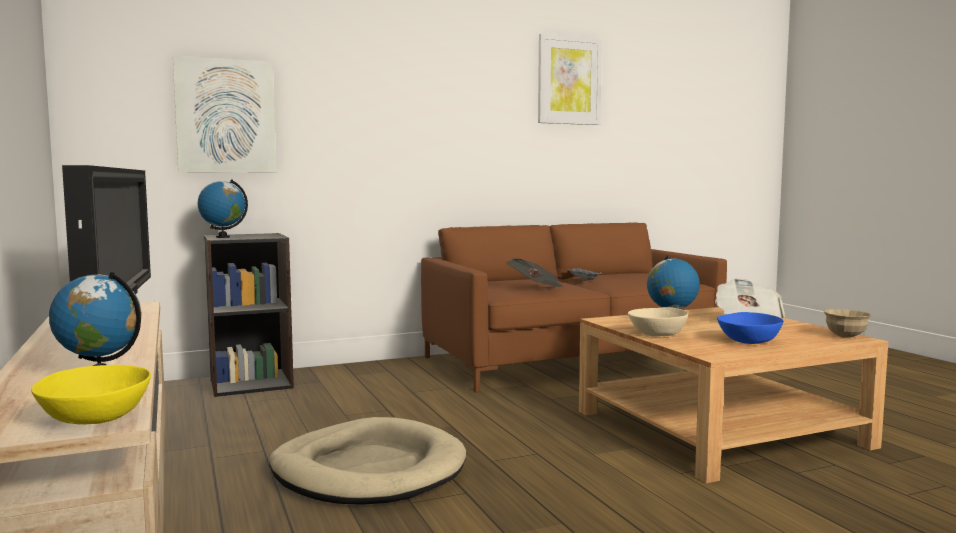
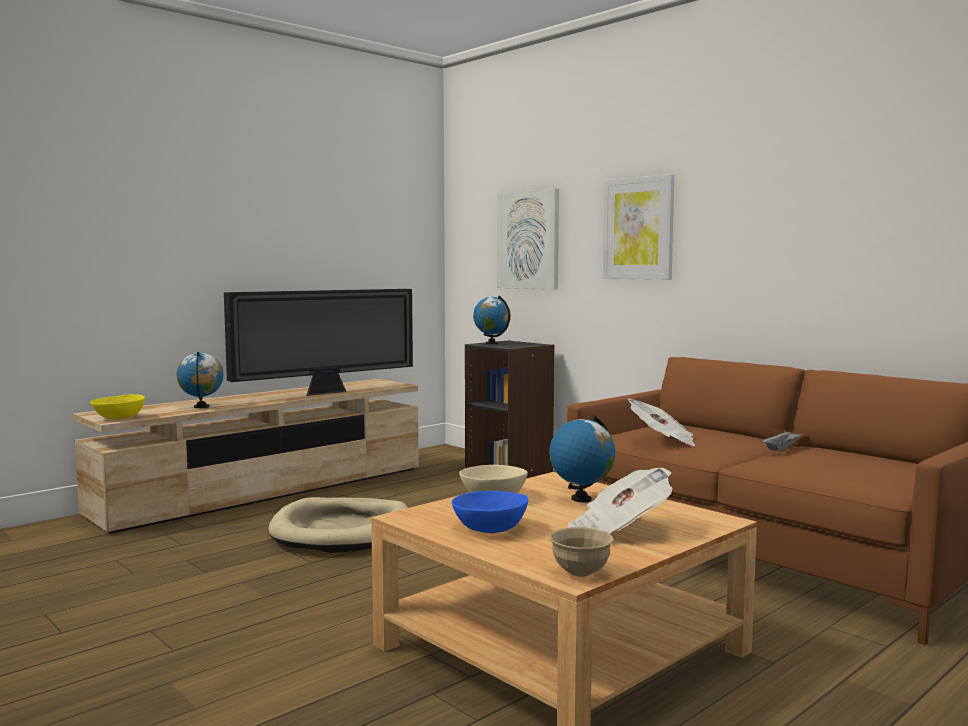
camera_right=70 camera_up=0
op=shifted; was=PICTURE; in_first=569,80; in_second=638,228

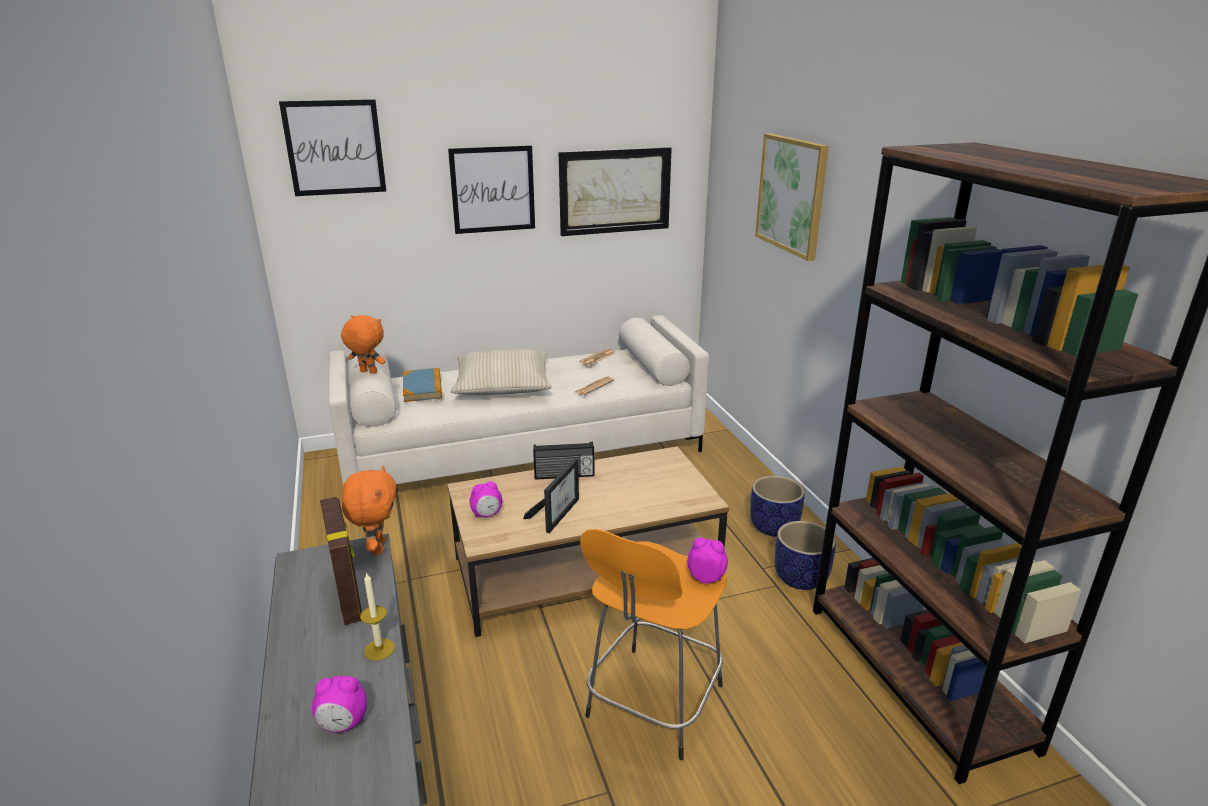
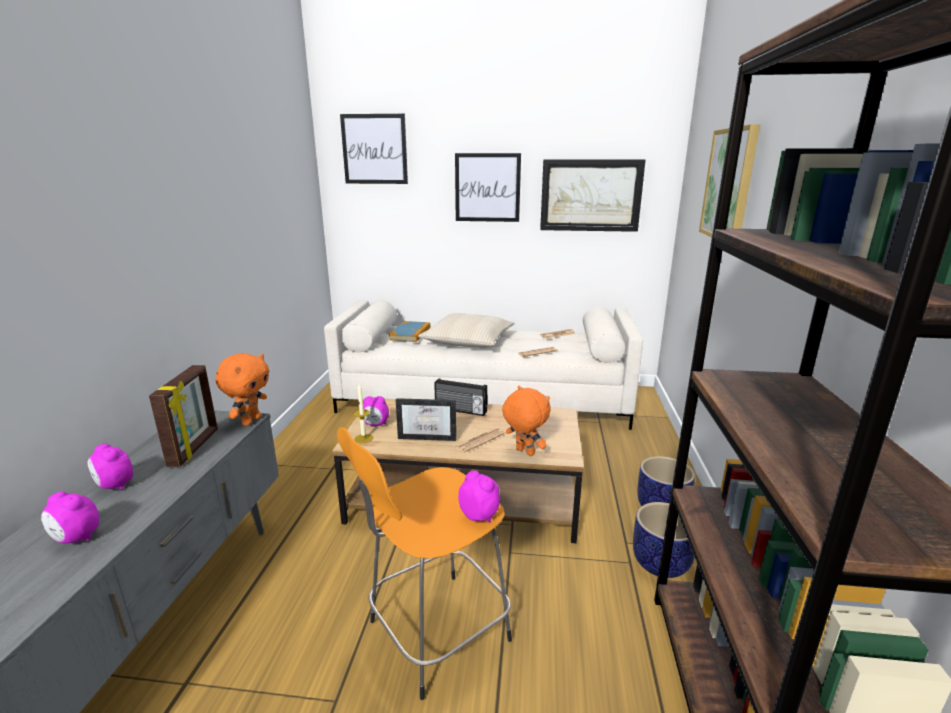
camera_right=25 camera_up=-5
op=shifted; was=ORANGE PLUSH TOY; in_first=367,372; in_second=524,452
op=shifted; was=CANDLE; in_first=379,649; in_second=363,438
op=rotated; was=PICTURE FRAME; in_first=557,513; in_second=429,436; clockwise=45
op=new; now=ALARM CLOCK; in_second=115,485
op=new; now=NEWSPAPER; in_second=479,441

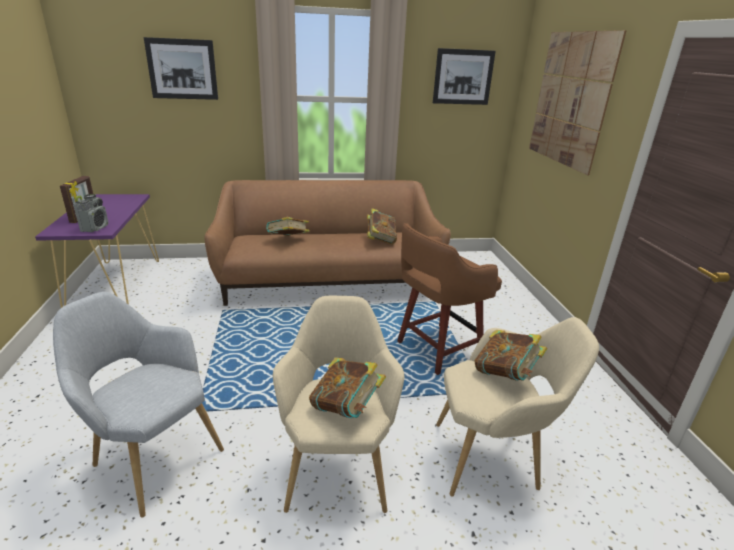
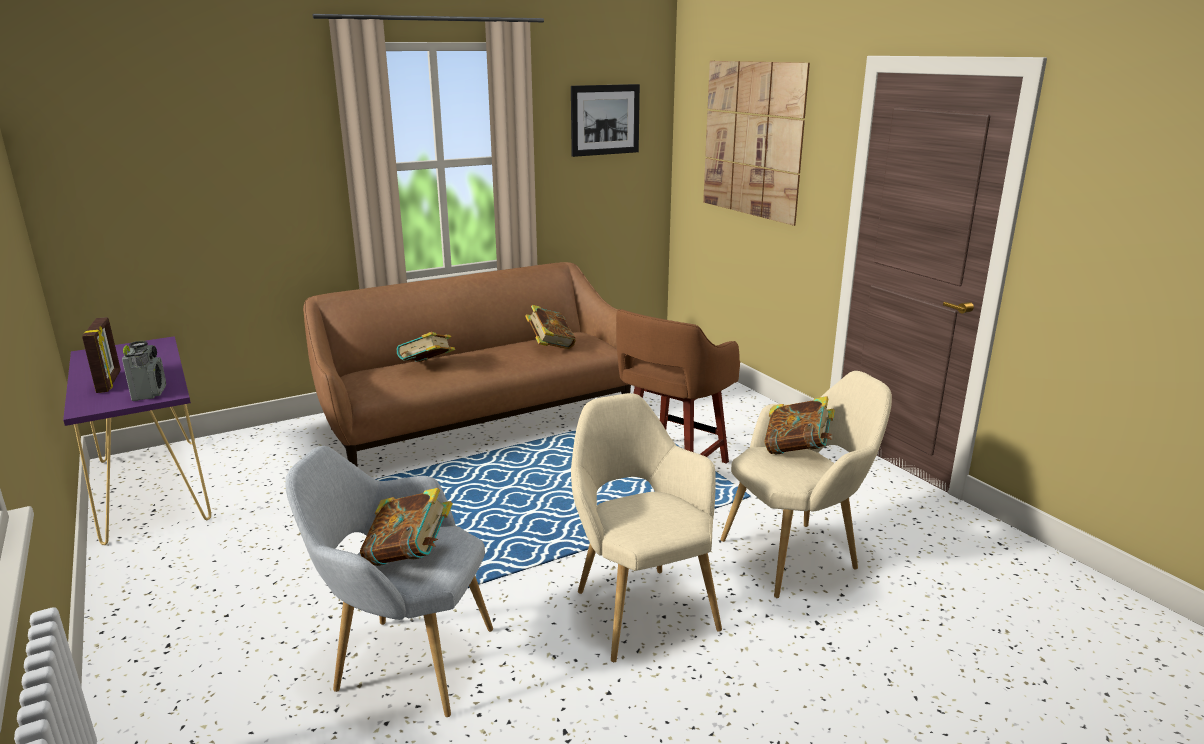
camera_right=-20 camera_up=-5
op=gone; was=PICTURE; in_first=182,69
op=shifted; was=BOOK; in_first=346,408; in_second=409,556

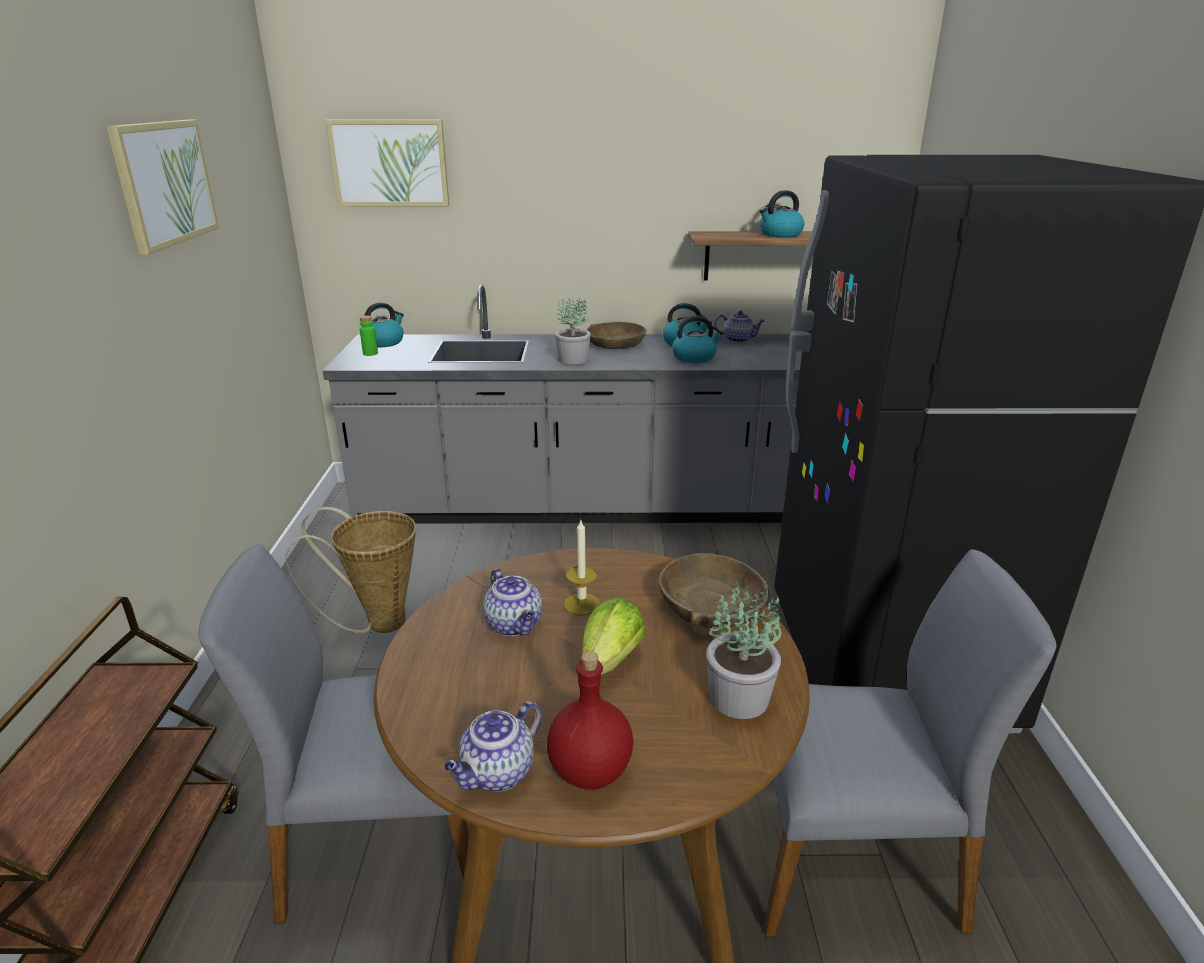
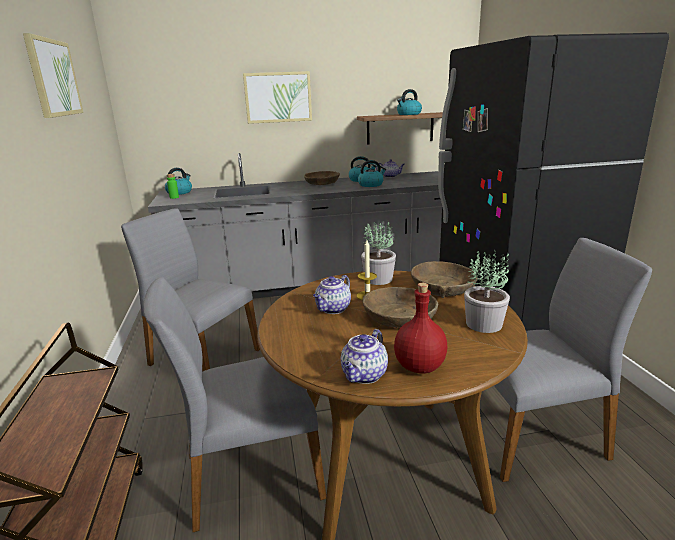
camera_right=-10 camera_up=-5
op=swapped; was=BASKET; now=GREY CHAIR; in_first=377,623; in_second=202,357
op=shifted; was=PICTURE; in_first=389,163; in_second=278,97
op=rotated; was=TEAPOT; in_first=515,625; in_second=333,309; clockwise=75
op=shifted; was=POTTED PLANT; in_first=573,359; in_second=379,279
op=swapped; was=LETTUCE; now=BROWN BOWL; in_first=610,661; in_second=400,318

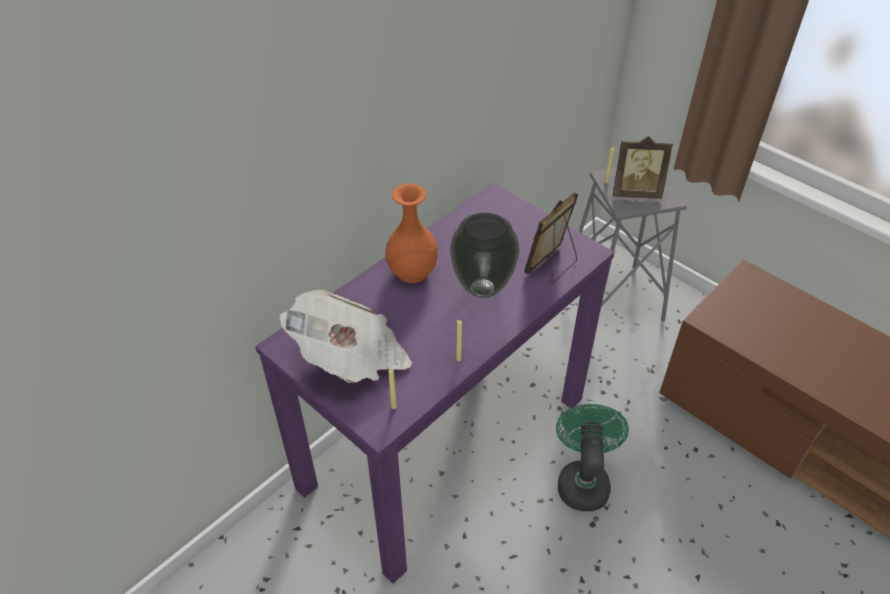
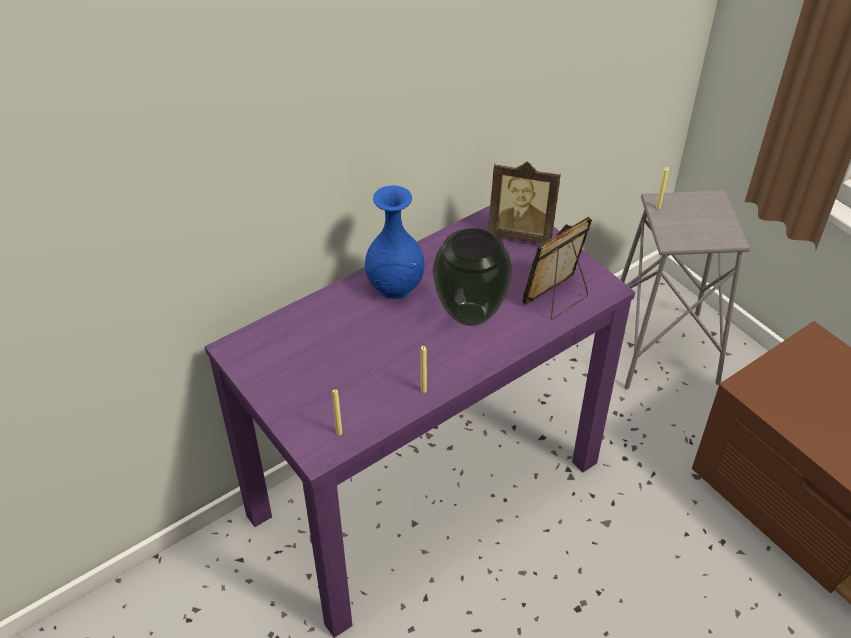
camera_right=10 camera_up=0
op=gone; was=NEWSPAPER; in_first=352,358
op=repainted; was=ORANGE VASE; now=BLUE VASE; in_first=412,272; in_second=395,287
op=gone; was=GREEN FAN; in_first=582,480
op=shifted; was=PICTURE FRAME; in_first=635,192; in_second=521,233

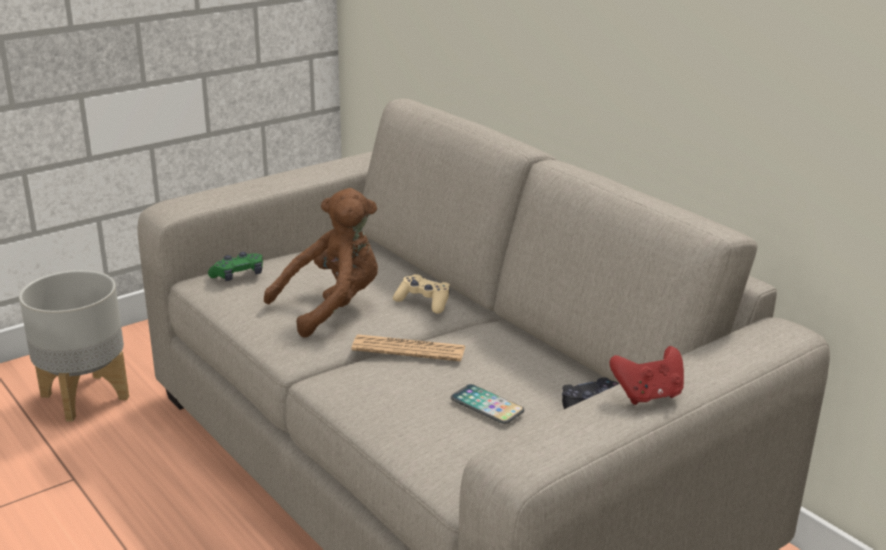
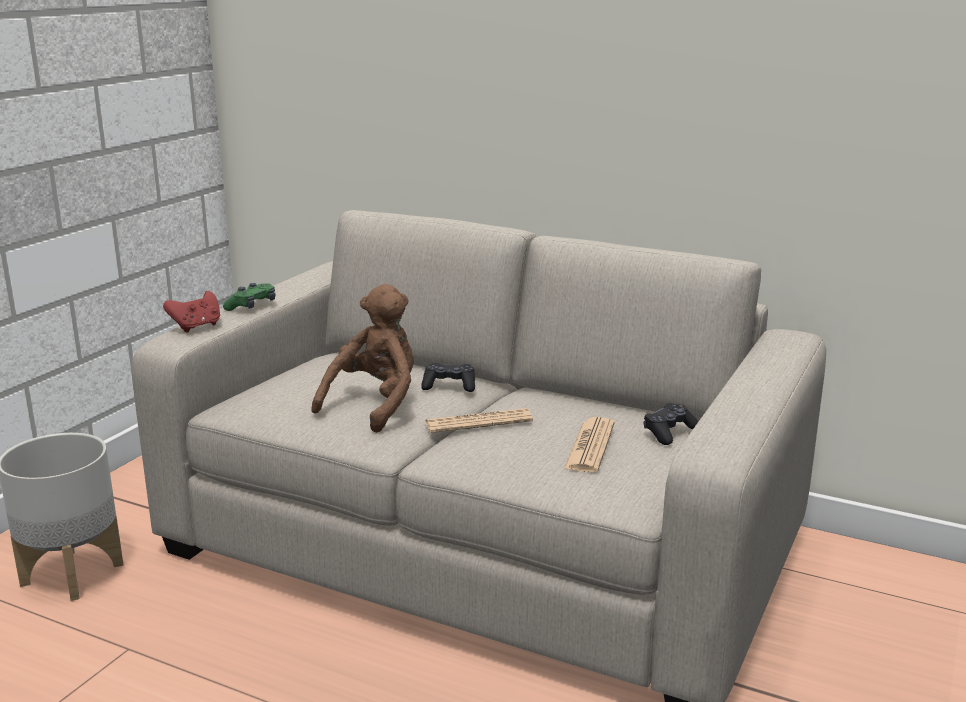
camera_right=-25 camera_up=-5
op=shifted; was=GREEN GAME CONTROLLER; in_first=238,276; in_second=252,306
op=repainted; was=BEIGE GAME CONTROLLER; now=BLACK GAME CONTROLLER; in_first=423,302; in_second=449,386
op=swapped; was=PHONE; now=NEWSPAPER; in_first=487,405; in_second=590,446
op=shifted; was=RED GAME CONTROLLER; in_first=648,395; in_second=196,327

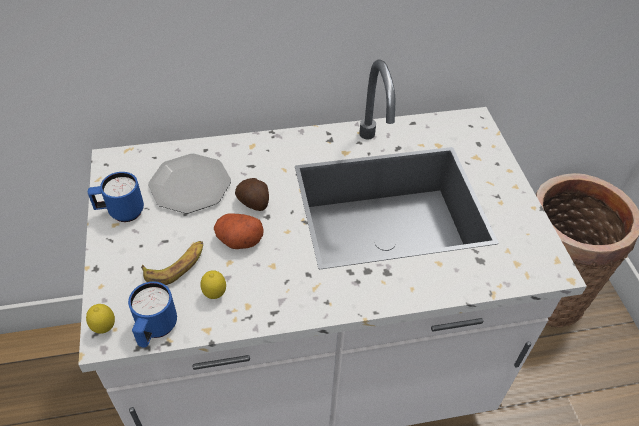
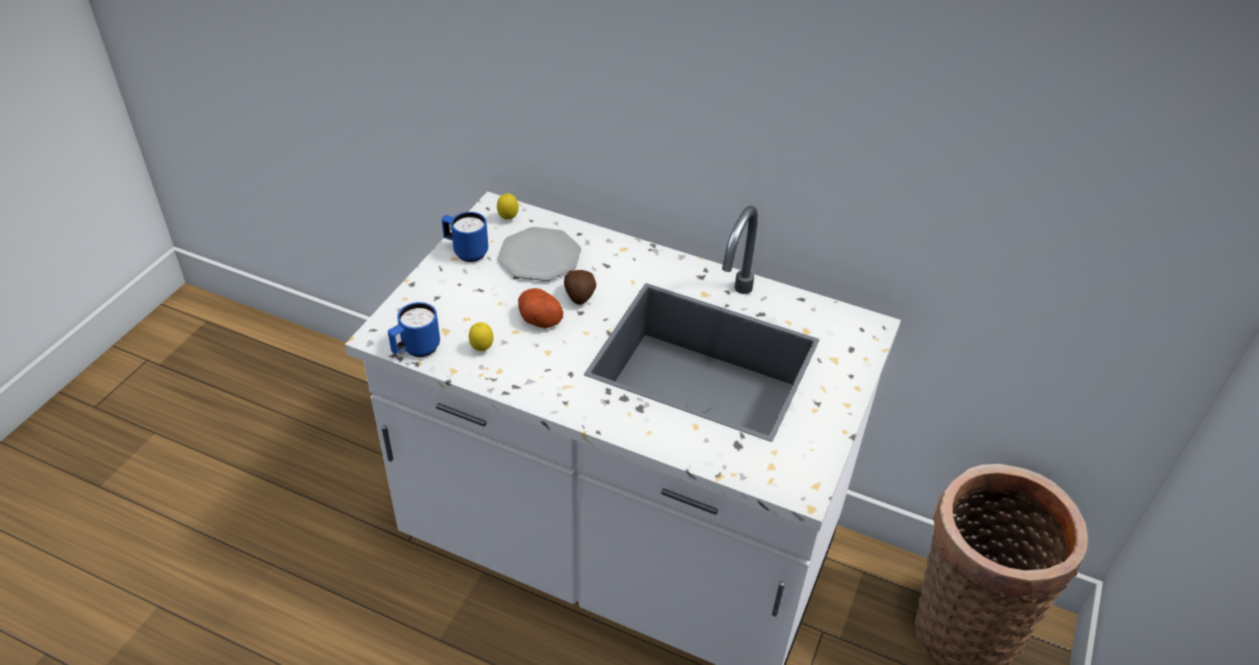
camera_right=35 camera_up=-5
op=shifted; was=LEMON; in_first=105,328; in_second=508,219
op=gone; was=BANANA; in_first=176,265

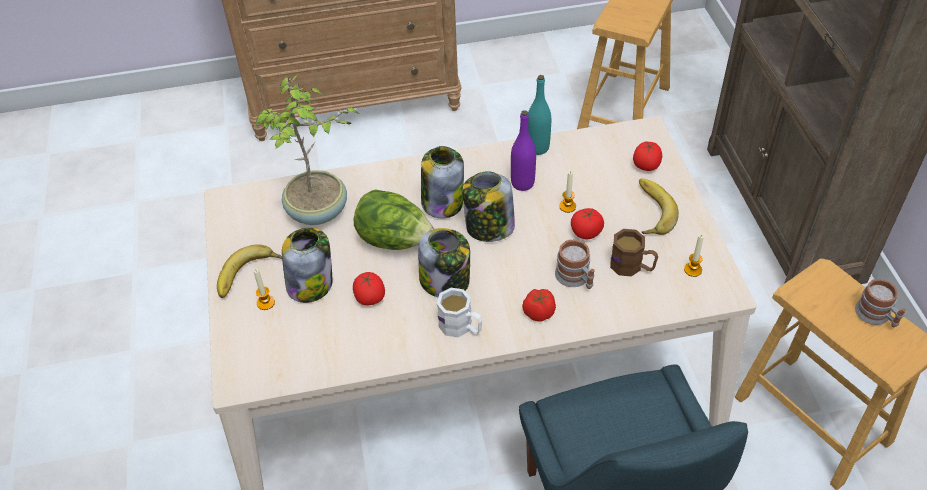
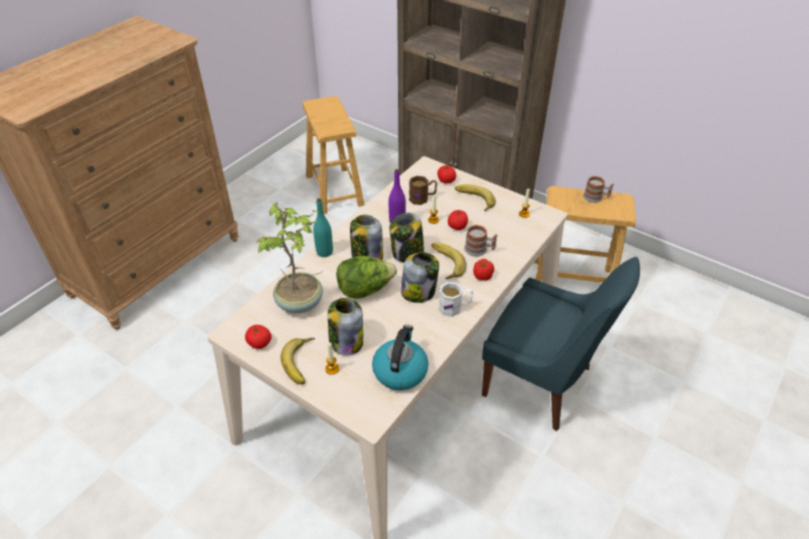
camera_right=-45 camera_up=-5
op=shifted; was=TOMATO; in_first=370,297; in_second=259,343
op=shifted; was=TURQUOISE BOTTLE; in_first=538,148; in_second=324,252
op=shifted; was=BROWN MUG; in_first=632,267; in_second=422,198
op=new; now=KETTLE; in_second=400,370
op=new; now=BANANA; in_second=444,263

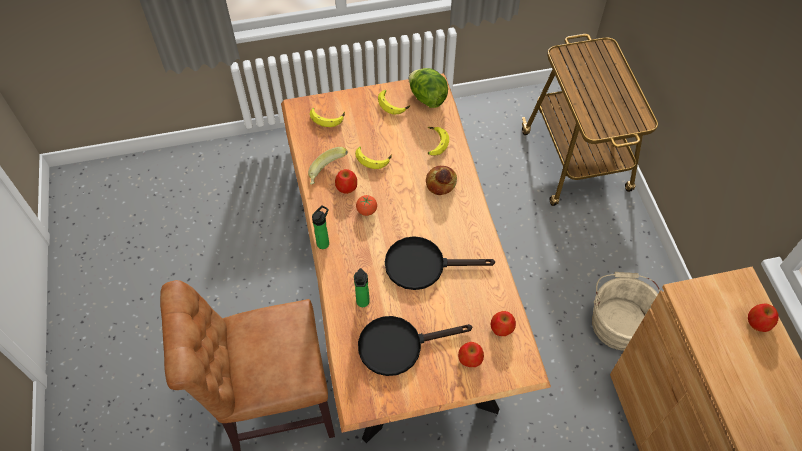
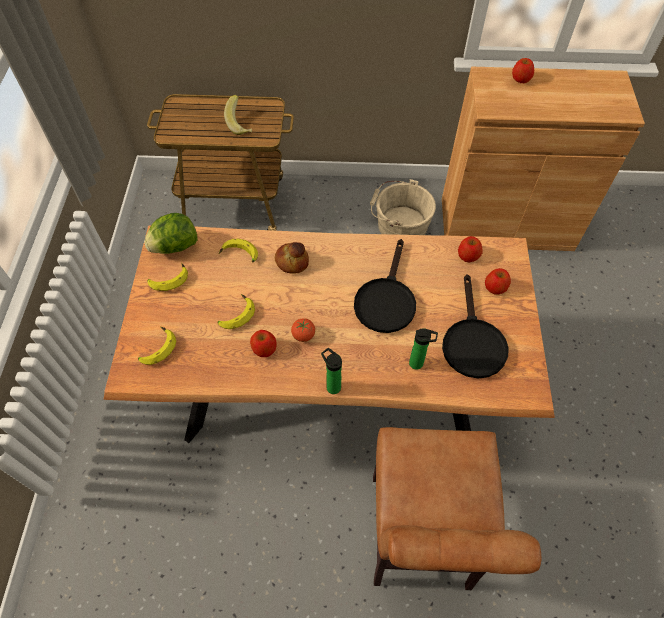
camera_right=-75 camera_up=0
op=shifted; was=BANANA; in_first=327,173; in_second=241,124

